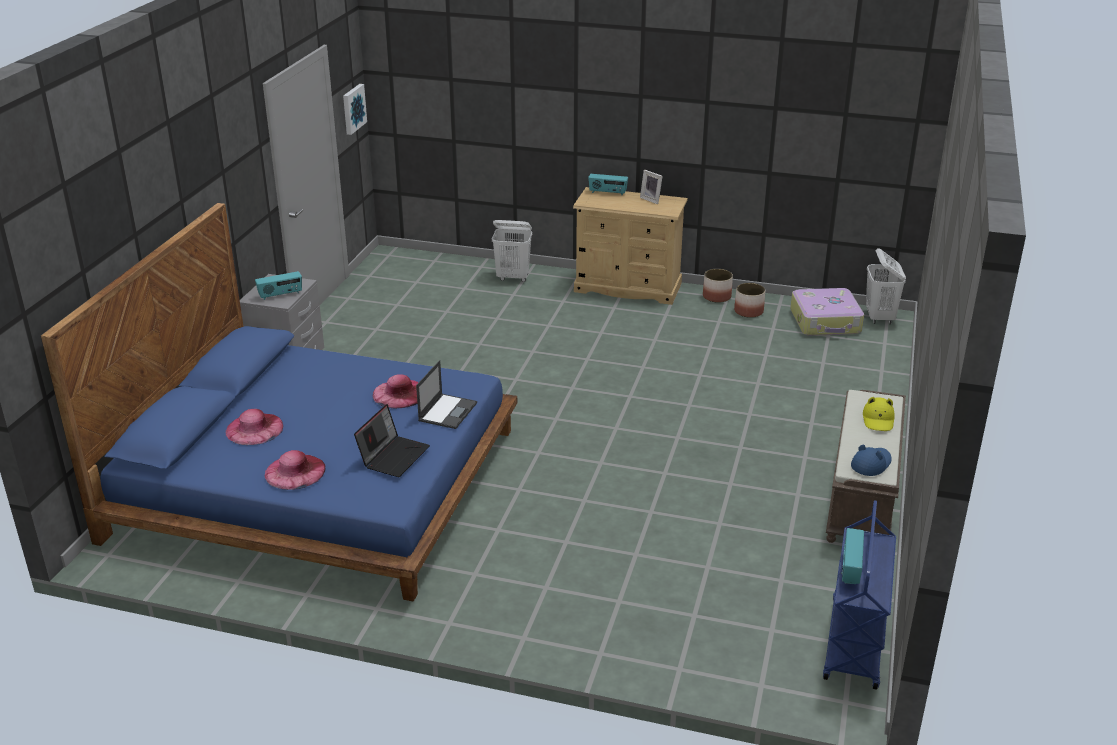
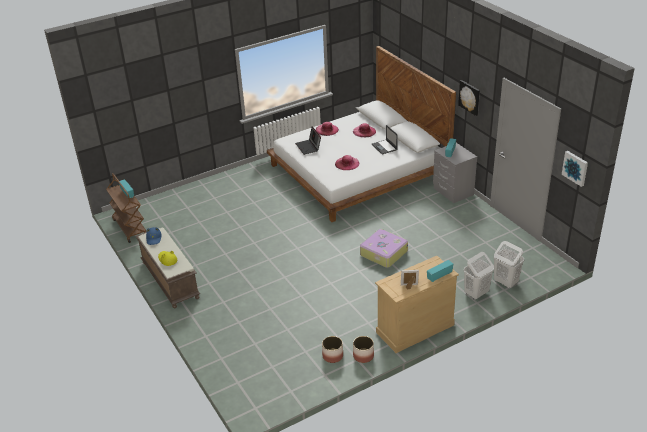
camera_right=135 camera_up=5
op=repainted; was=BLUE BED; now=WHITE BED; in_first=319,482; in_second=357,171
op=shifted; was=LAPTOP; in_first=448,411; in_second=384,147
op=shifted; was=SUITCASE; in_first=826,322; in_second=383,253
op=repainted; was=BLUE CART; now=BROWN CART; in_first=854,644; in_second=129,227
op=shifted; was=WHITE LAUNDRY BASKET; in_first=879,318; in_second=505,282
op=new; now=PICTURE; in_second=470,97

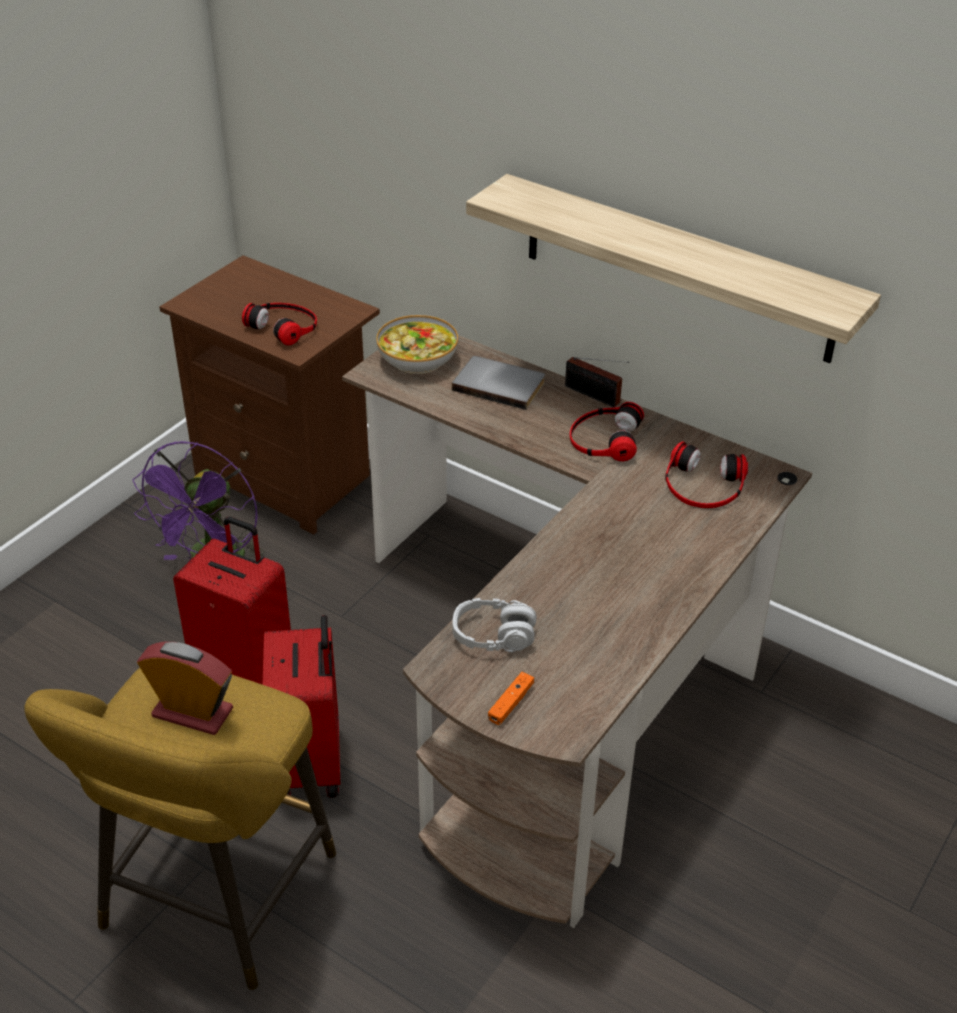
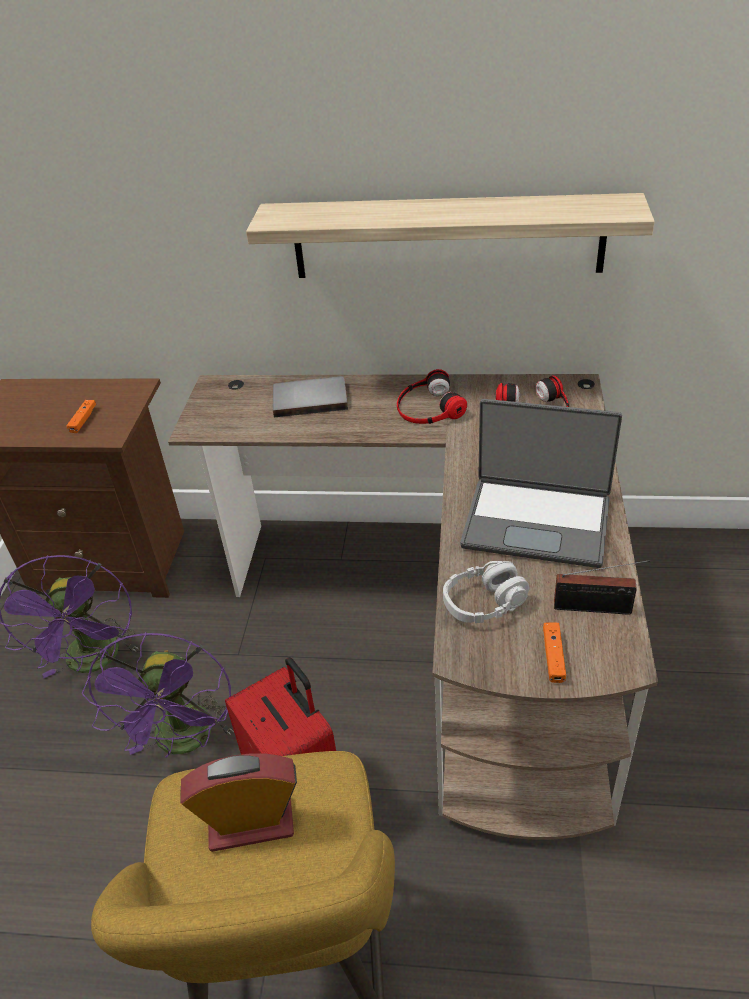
camera_right=-25 camera_up=0
op=swapped; was=RED SUITCASE; now=PURPLE FAN; in_first=246,670; in_second=184,742
op=swapped; was=HEADPHONES; now=ORANGE GAME CONTROLLER; in_first=284,326; in_second=83,420
op=gone; was=BOWL; in_first=418,358
op=shifted; was=RADIO; in_first=594,396; in_second=596,608
op=new; now=LAPTOP; in_second=537,521

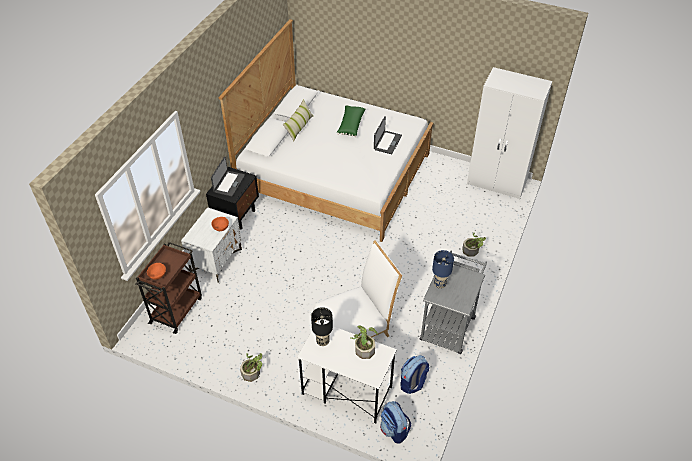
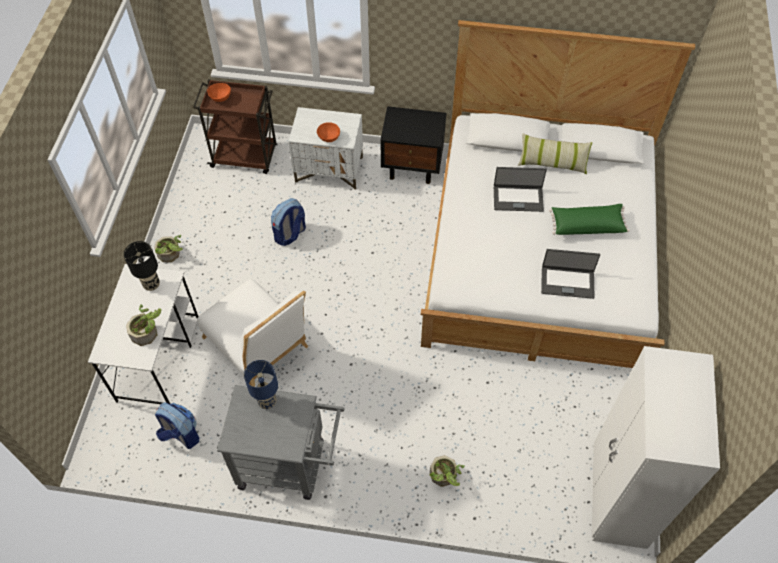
camera_right=75 camera_up=10
op=shifted; was=LAPTOP; in_first=229,183; in_second=518,198
op=shifted; was=BACKPACK; in_first=394,430; in_second=290,234

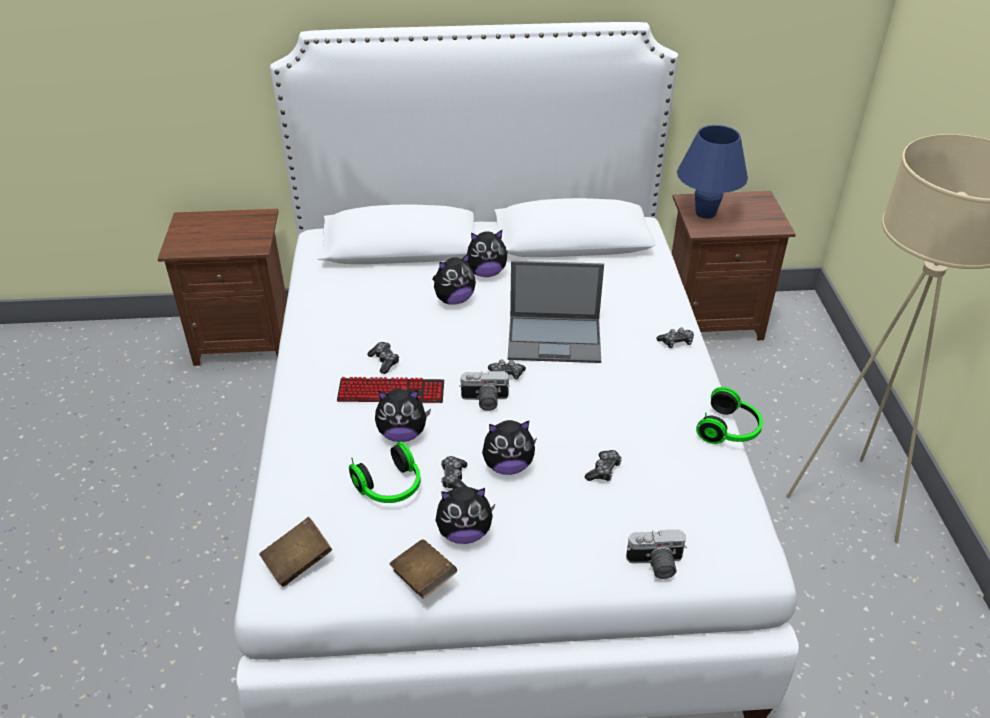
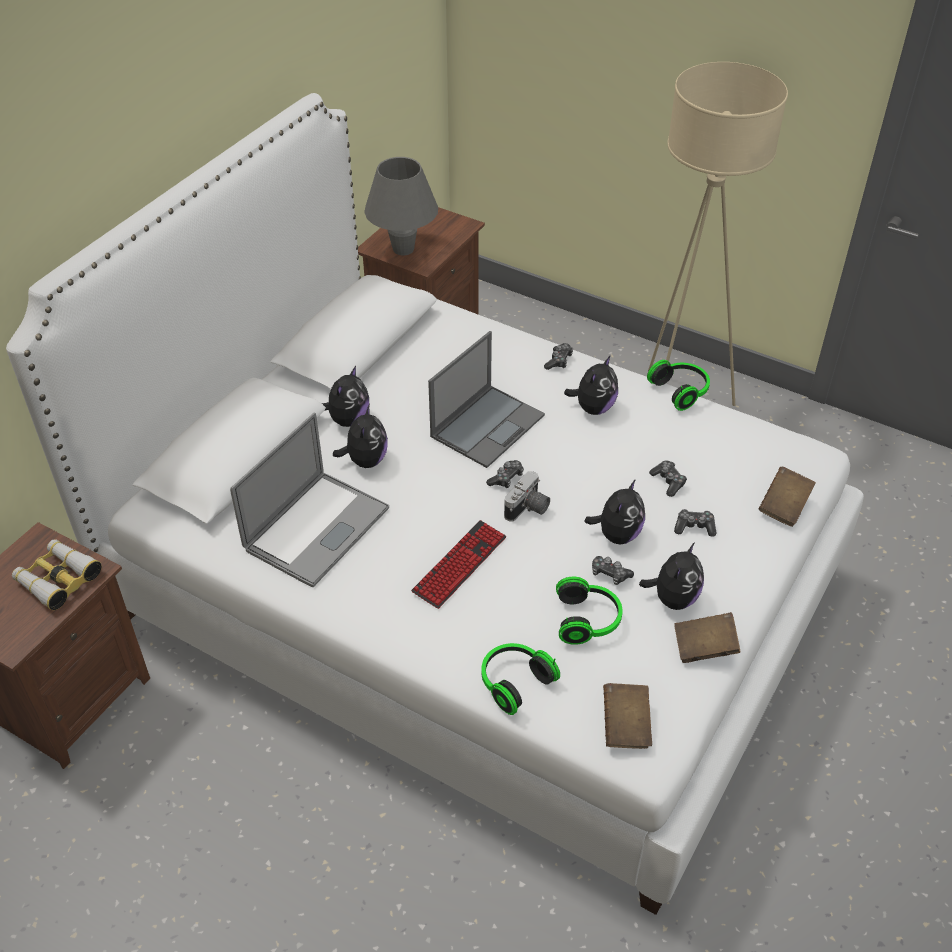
camera_right=-55 camera_up=5
op=shifted; was=GAME CONTROLLER; in_first=384,361; in_second=694,527
op=shifted; was=PLUSH TOY; in_first=402,434; in_second=593,408
op=swapped; was=PHOTO CAMERA; now=BROWN BOOK; in_first=655,565; in_second=784,506
op=repainted; was=BLUE TABLE LAMP; now=GREY TABLE LAMP; in_first=705,213; in_second=403,249
op=new; now=BINOCULARS; in_second=58,579
op=new; now=LAPTOP; in_second=317,528
op=new; now=HEADPHONES; in_second=514,682

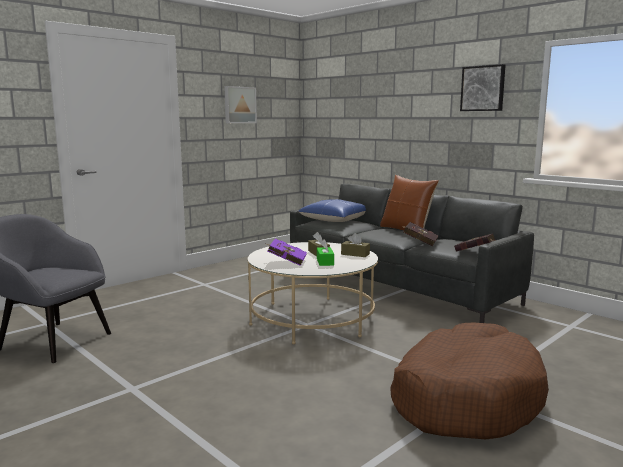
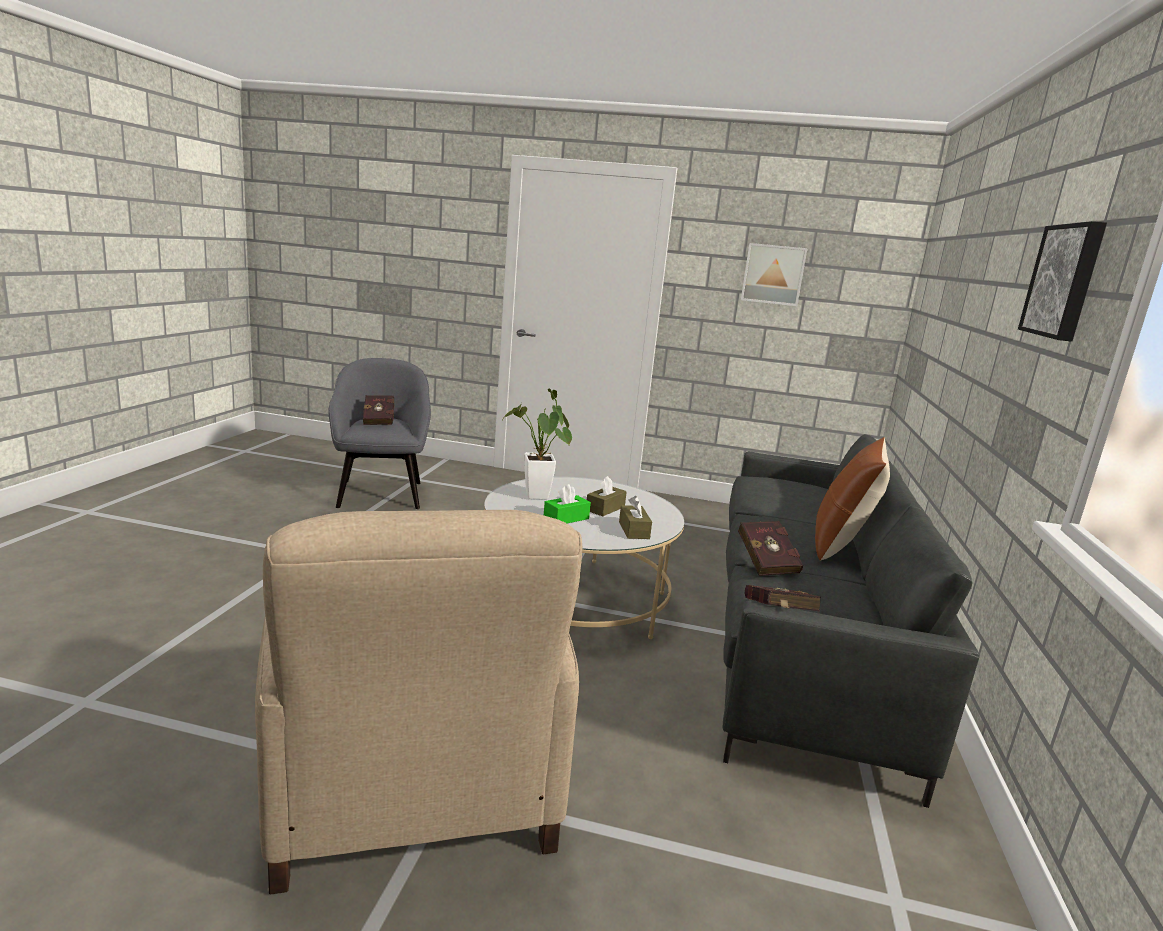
camera_right=55 camera_up=5
op=swapped; was=PURPLE BOOK; now=POTTED PLANT; in_first=285,261; in_second=537,498
op=gone; was=BLUE PILLOW; in_first=334,220
op=swapped; was=BROWN DOG BED; now=BEIGE ARMCHAIR; in_first=465,398; in_second=414,781
op=new; now=RED BOOK; in_second=379,420

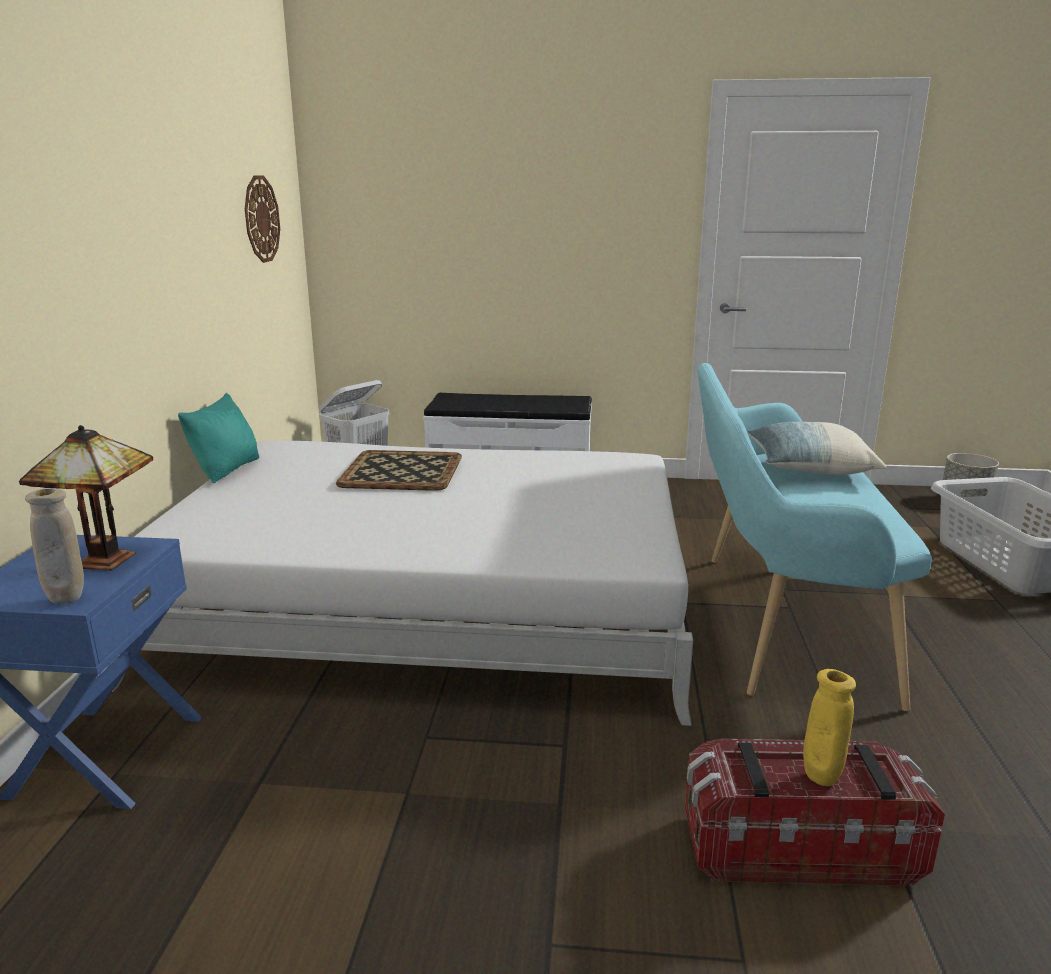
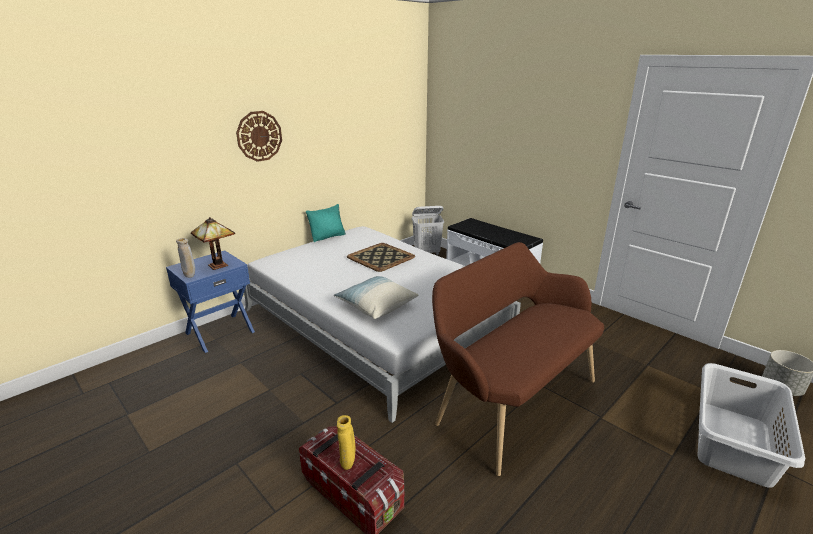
camera_right=40 camera_up=5
op=shifted; was=WALL CLOCK; in_first=261,219; in_second=259,136
op=repainted; was=TURQUOISE BENCH; now=BROWN BENCH; in_first=778,620; in_second=510,399
op=shifted; was=PILLOW; in_first=809,468; in_second=376,306

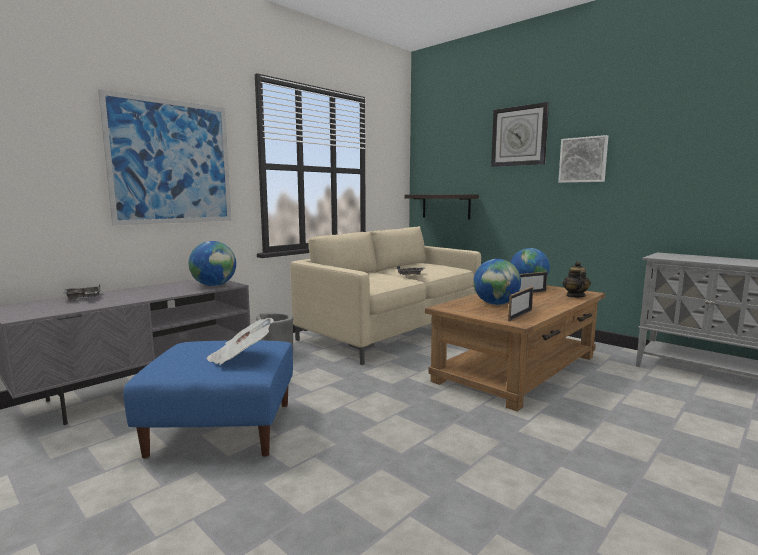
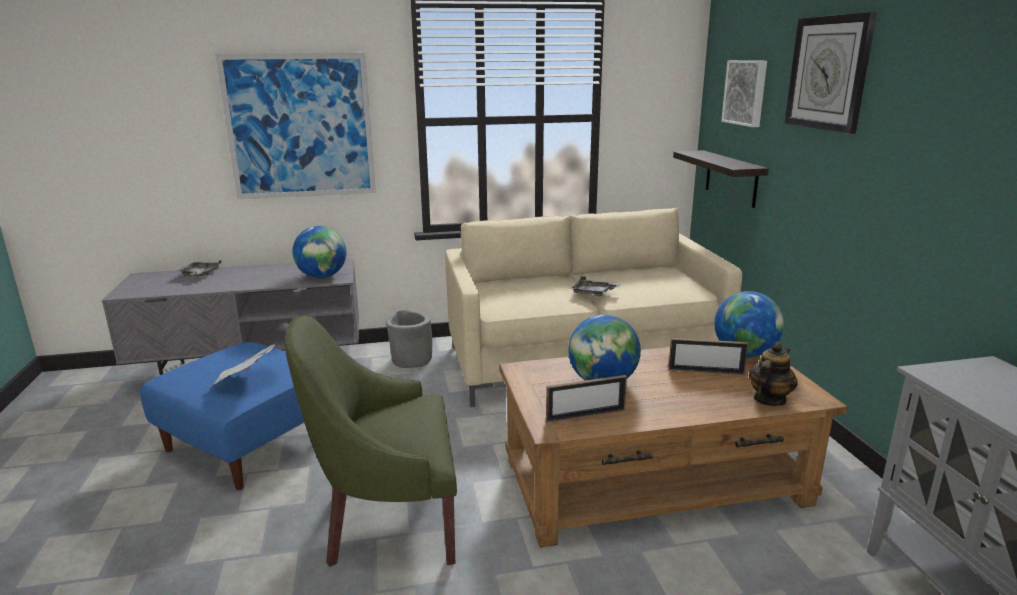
camera_right=35 camera_up=10
op=shifted; was=PICTURE; in_first=583,160; in_second=746,92
op=new; now=GREEN ARMCHAIR; in_second=388,520

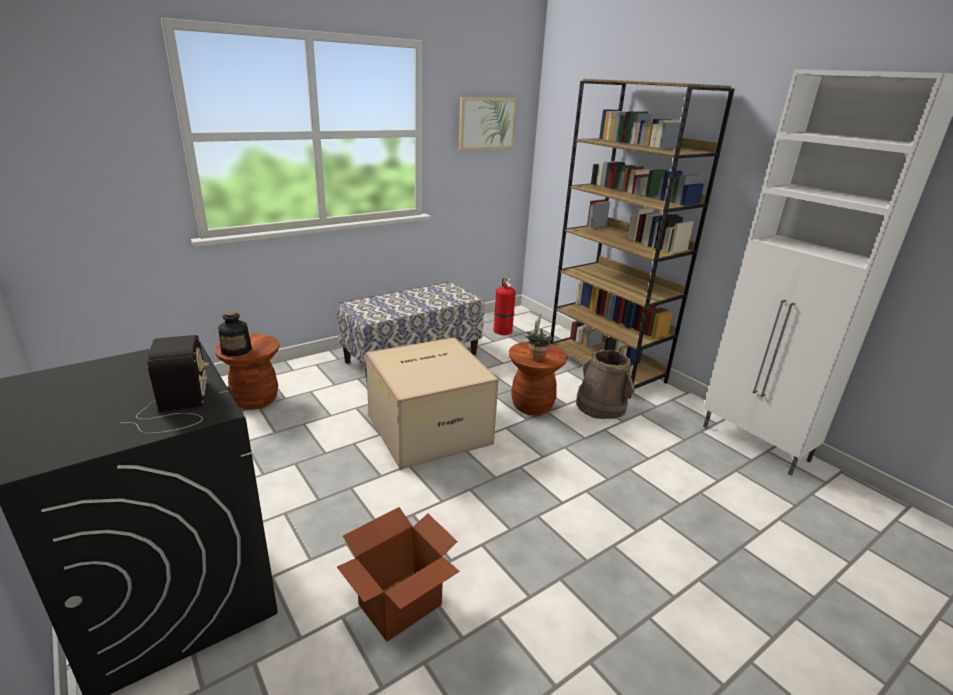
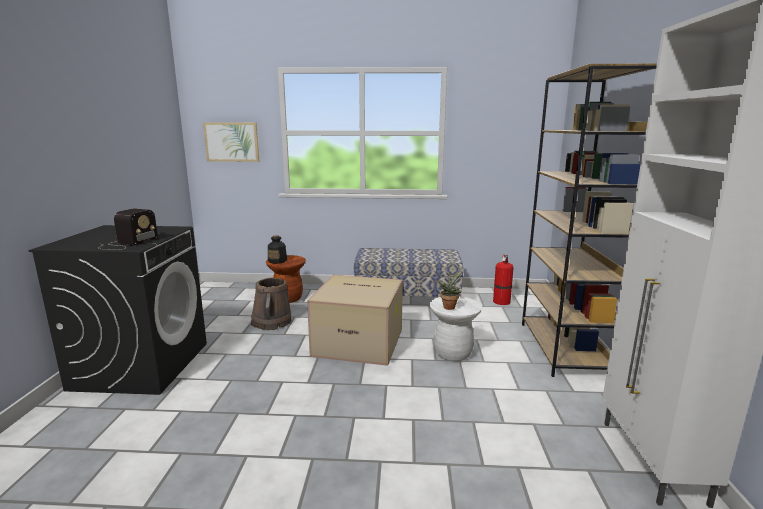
camera_right=40 camera_up=-10
op=gone; was=CARDBOARD BOX; in_first=400,605
op=shifted; was=PICTURE; in_first=486,123; in_second=232,142
op=repainted; was=BROWN STOOL; now=WHITE STOOL; in_first=532,406; in_second=452,353
op=shifted; was=BROWN BUCKET; in_first=601,406; in_second=271,322

